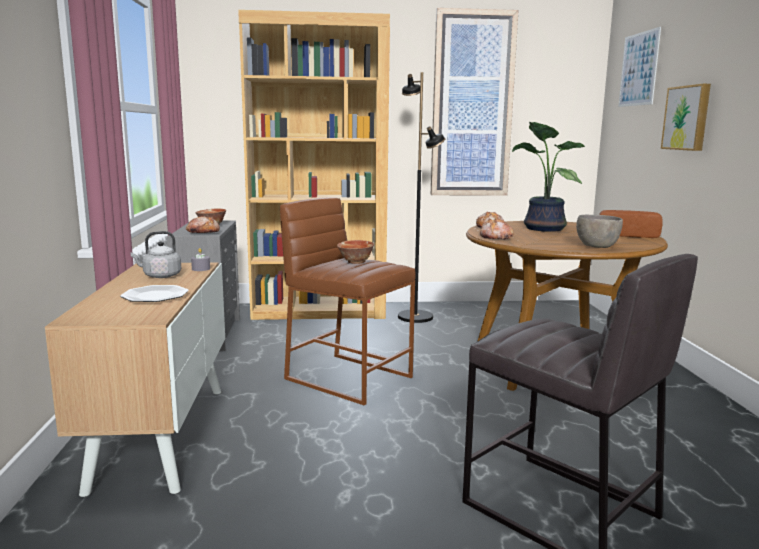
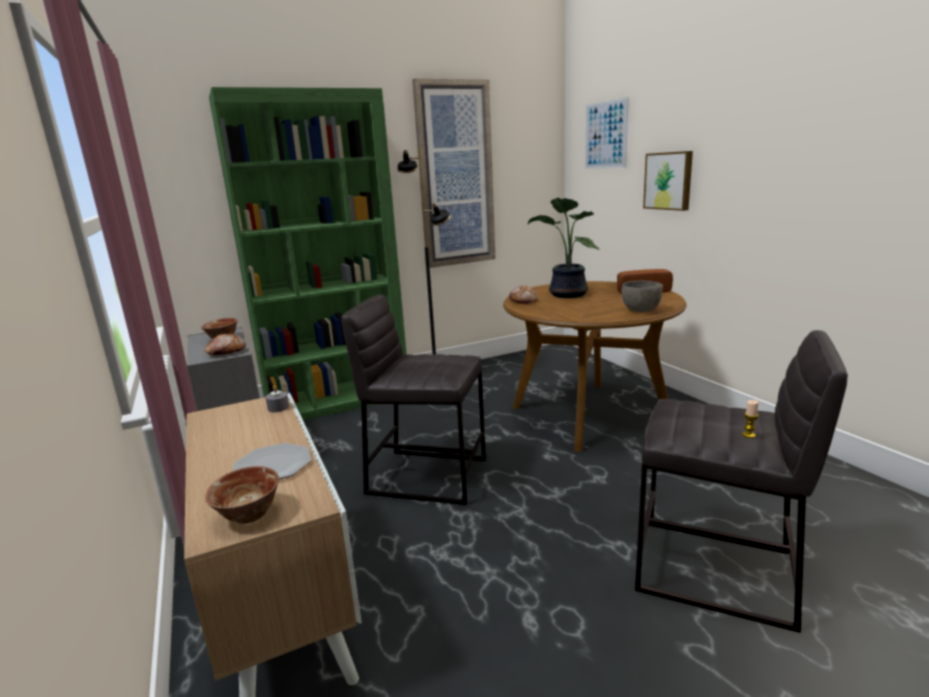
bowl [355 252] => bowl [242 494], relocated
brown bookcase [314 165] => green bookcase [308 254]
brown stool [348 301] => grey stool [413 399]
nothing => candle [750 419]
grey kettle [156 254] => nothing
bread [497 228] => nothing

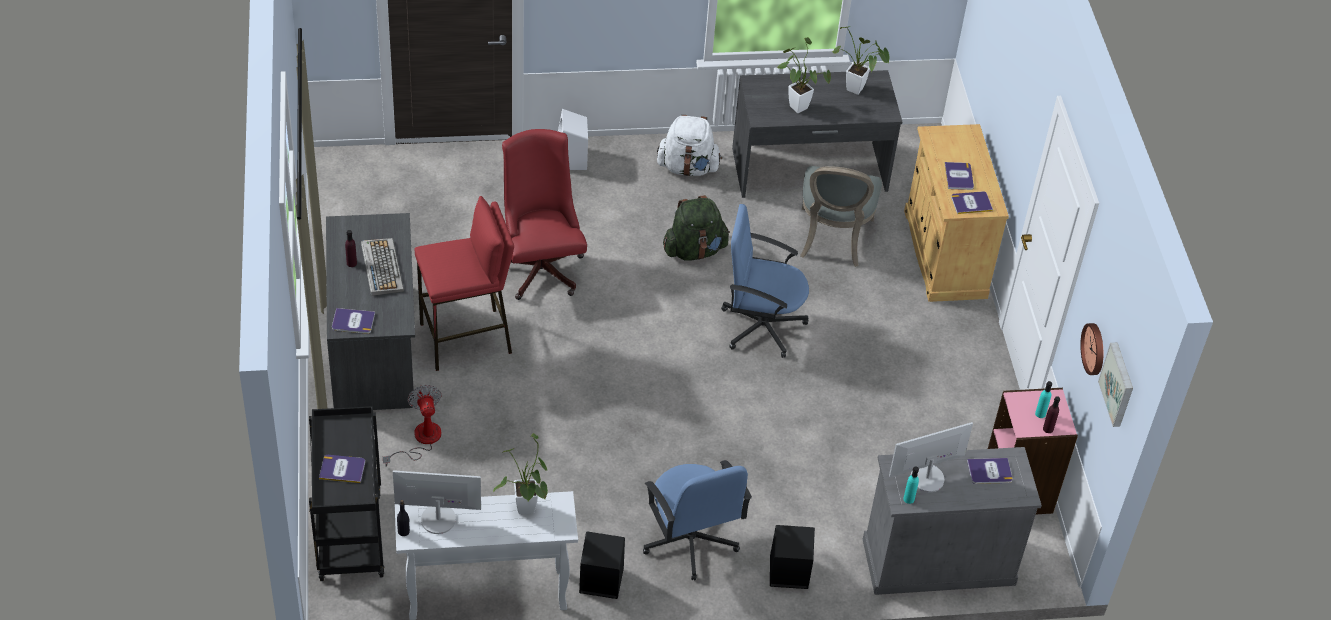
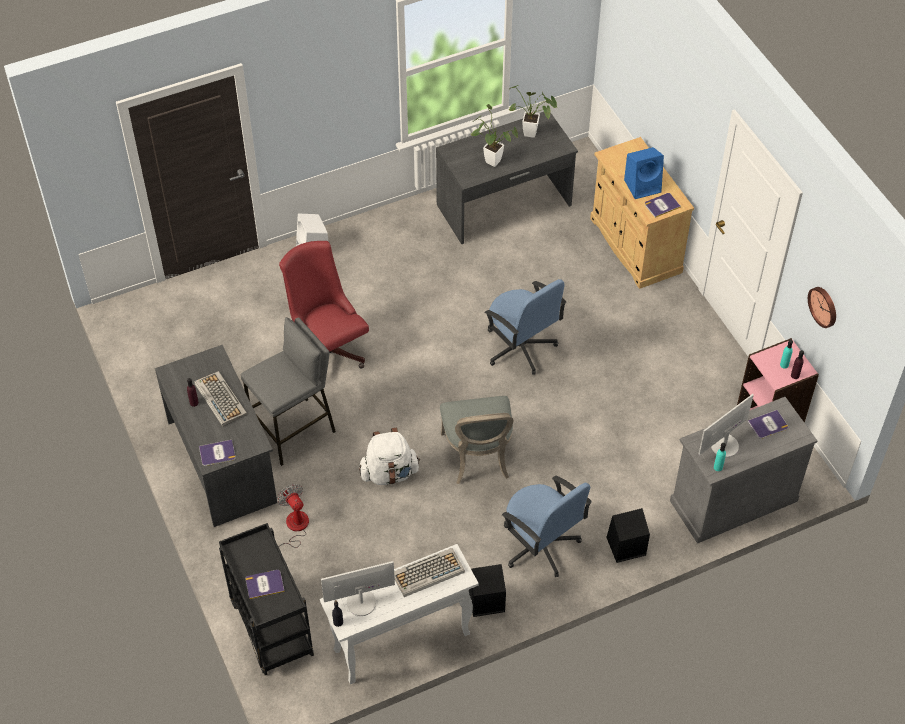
red stool [464 283] => grey stool [288 391]
white backpack [689 145] => white backpack [389 456], relocated
potted plant [520 473] => keyboard [429 572]
grey chair [841 216] => grey chair [477 440], relocated
blue office chair [765 281] => blue office chair [525 326], 120 degrees counterclockwise
book [959 176] => blue speaker [644 173]
green backpack [696 228] => nothing
picture [1115 385] => nothing

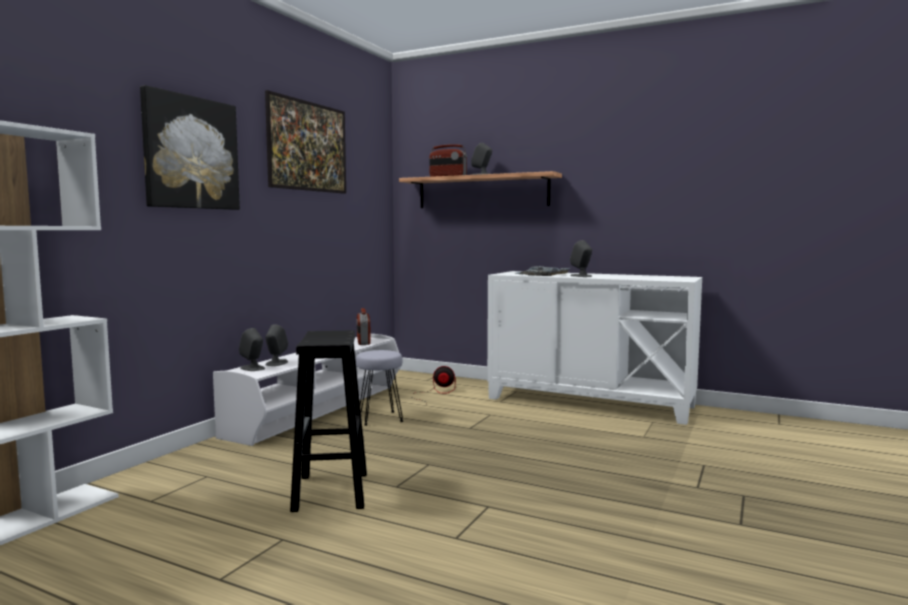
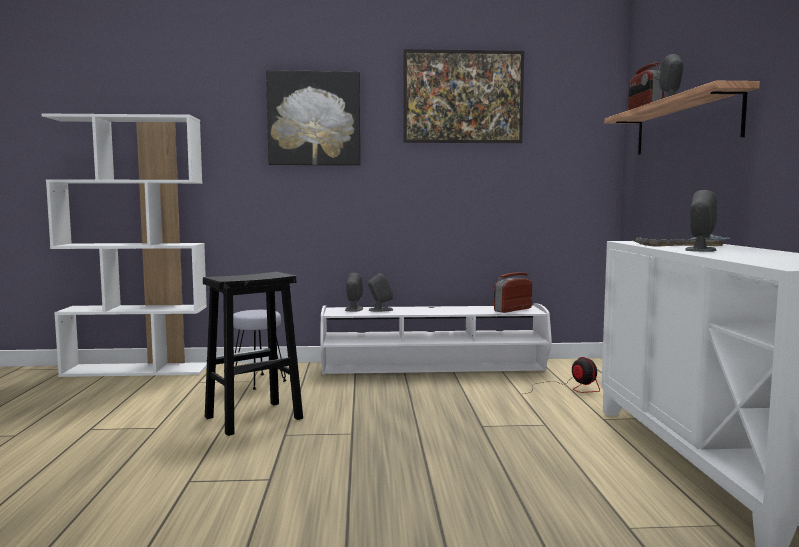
grey stool [379 388] => grey stool [260 350], relocated

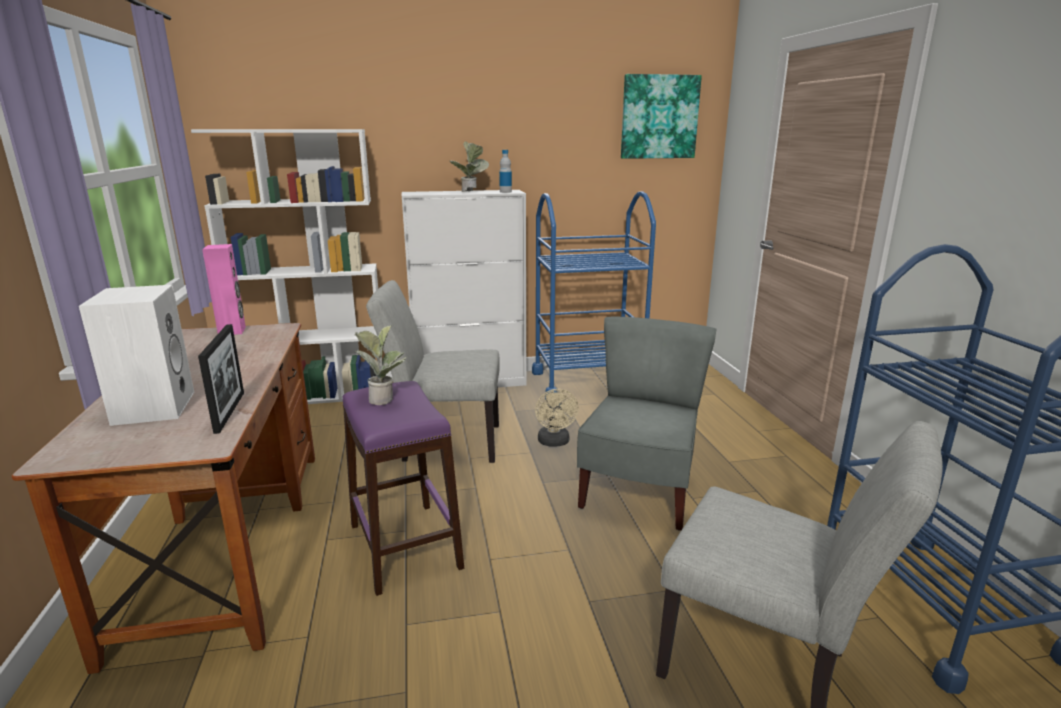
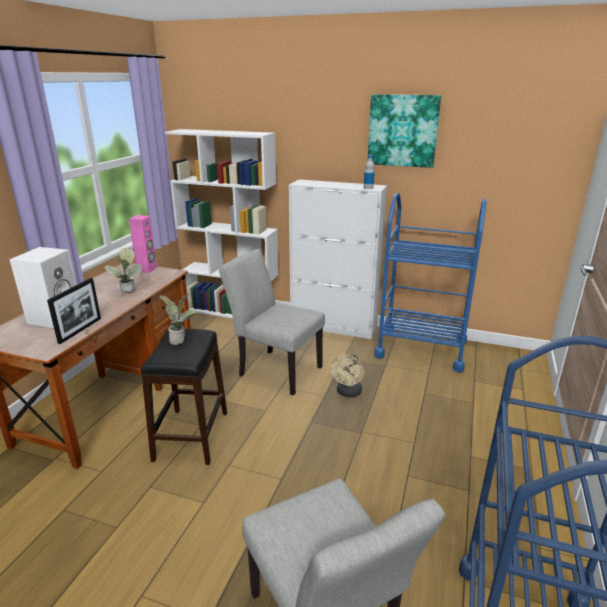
potted plant [469 166] => potted plant [123 270], relocated
purple stool [403 488] => black stool [184 397]
picture [661 116] => picture [404 131], relocated
grey chair [646 424] => nothing

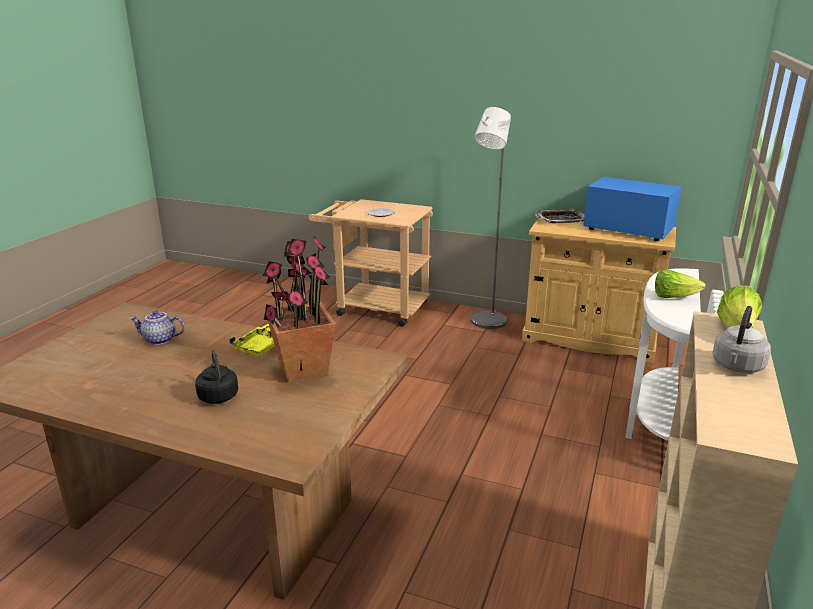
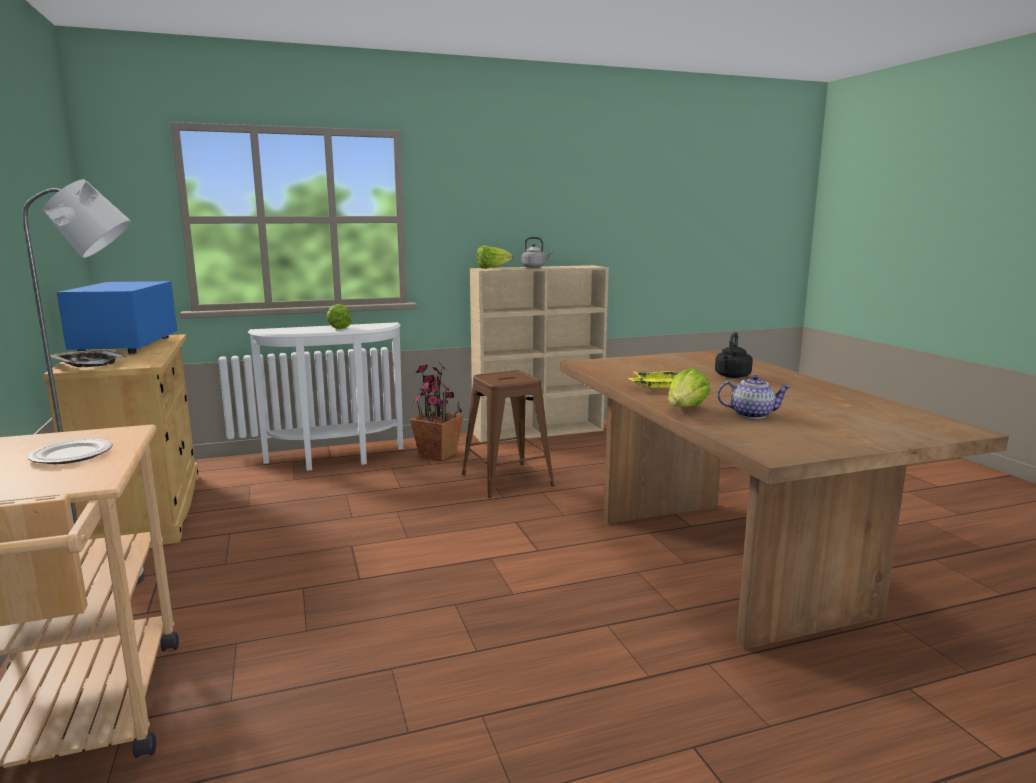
potted plant [299 309] => potted plant [437 411], relocated
nothing => brown stool [508 434]
nothing => lettuce [689 387]
teapot [157 327] => teapot [754 397], 45 degrees counterclockwise

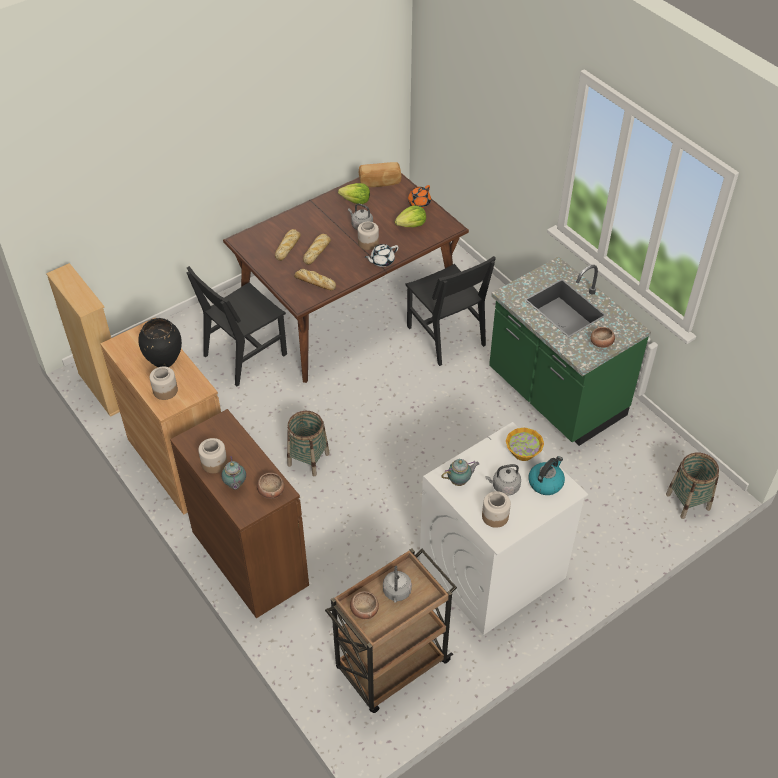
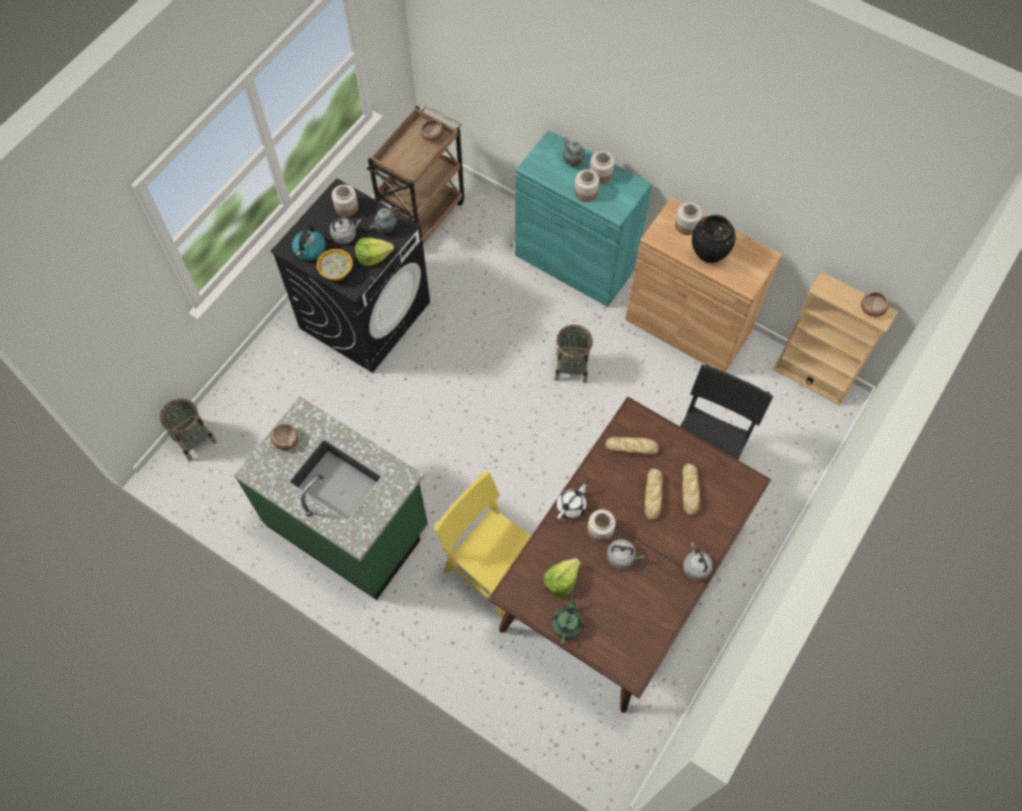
white washing machine [504 528] => black washing machine [350 275]
lettuce [354 193] => lettuce [374 252], relocated
black chair [450 311] => yellow chair [482 545]
brown cabinet [239 513] => turquoise cabinet [583 218]
orange teapot [419 196] => green teapot [567 620]
nothing => jar [586 186]
grey kettle [397 584] => grey kettle [698 561], relocated
bowl [271 486] => bowl [875 304], relocated
bread [380 174] => nothing

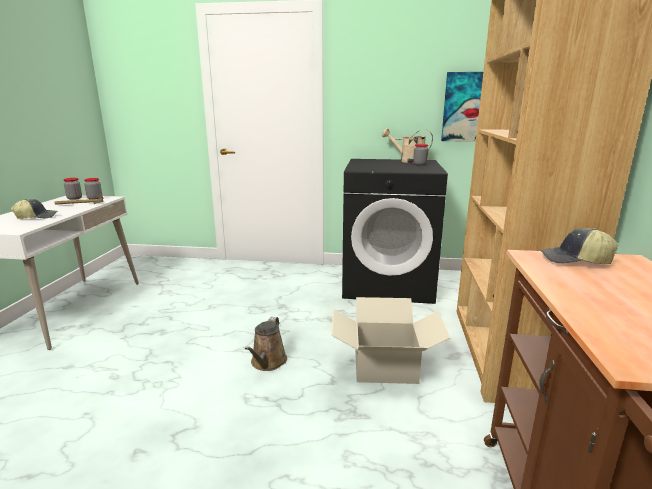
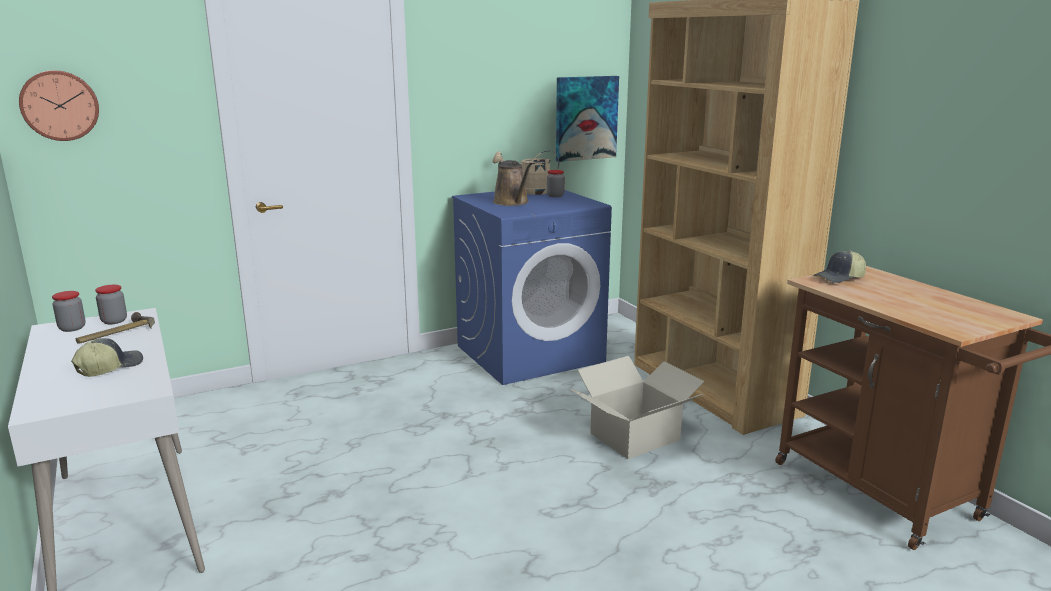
nothing => wall clock [59 105]
black washing machine [395 231] => blue washing machine [532 287]
brown watering can [266 344] => brown watering can [512 183], relocated

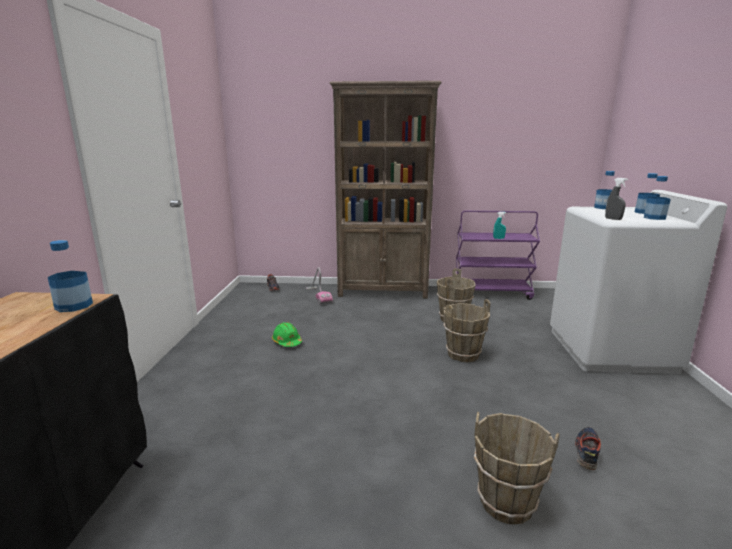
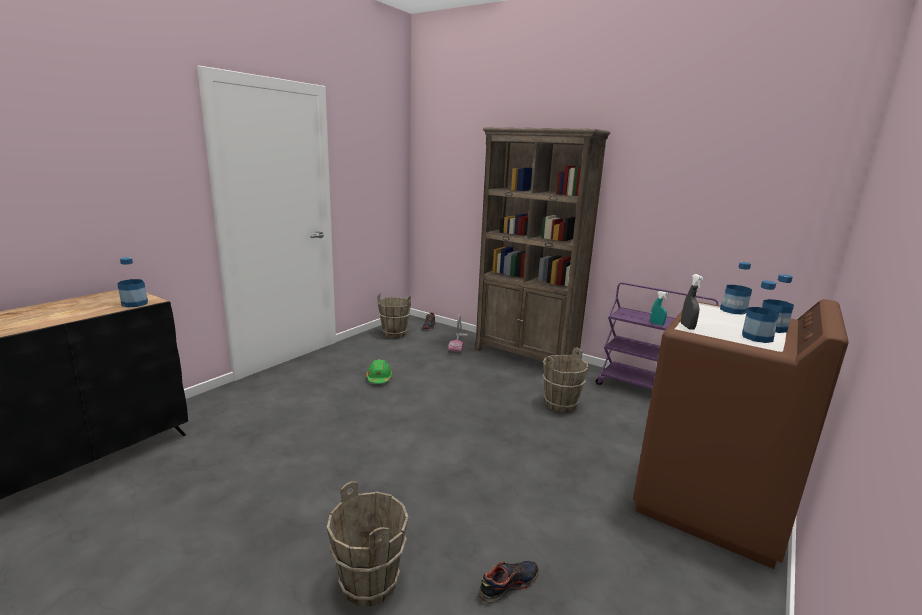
brown bucket [466 330] => brown bucket [394 316], relocated
white washing machine [638 282] => brown washing machine [740 434]

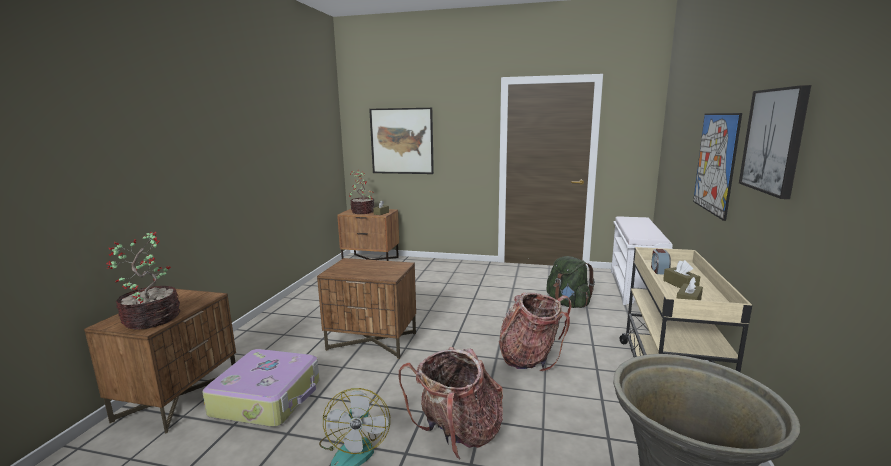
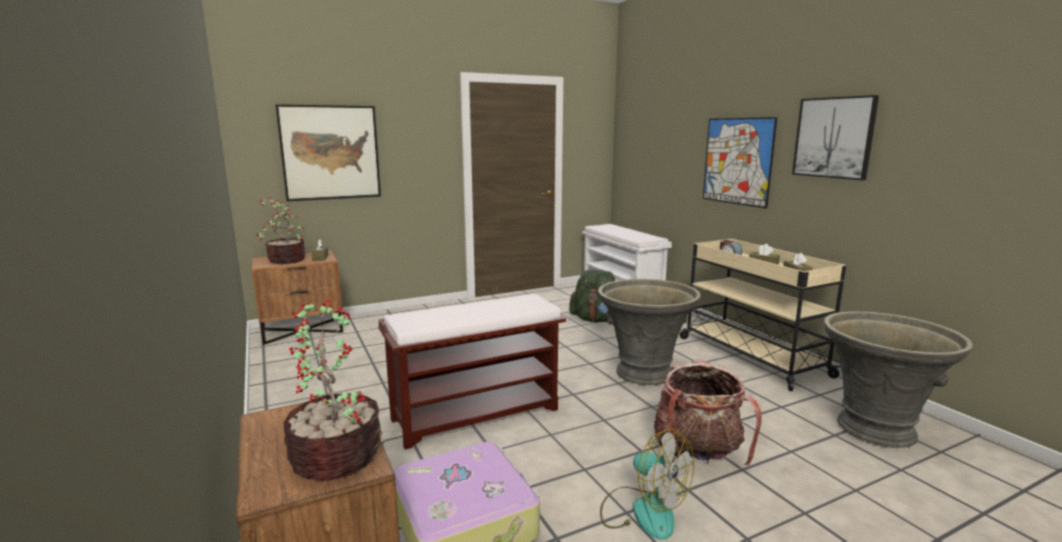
brown nightstand [366 308] => brown bench [472 371]
backpack [535 332] => grey planter [649 332]

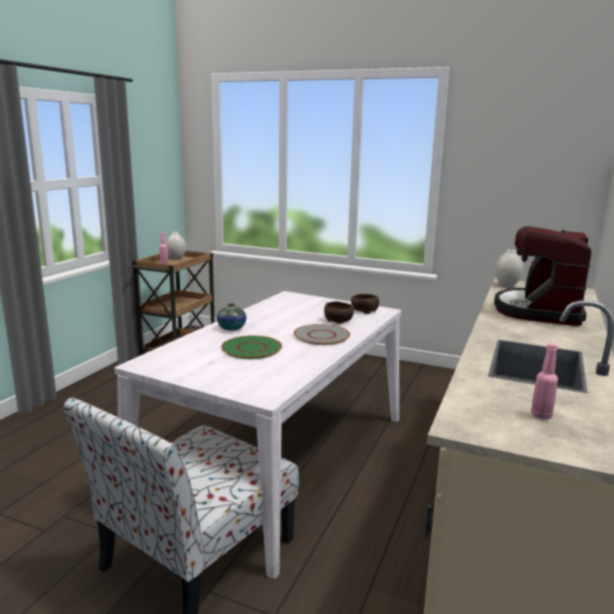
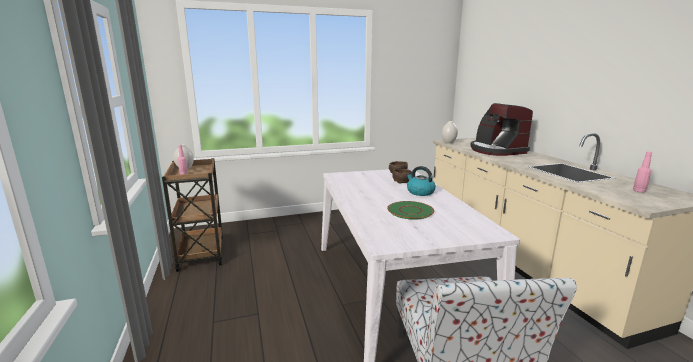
grey plate [322 334] => kettle [421 181]
vase [231 317] => nothing

